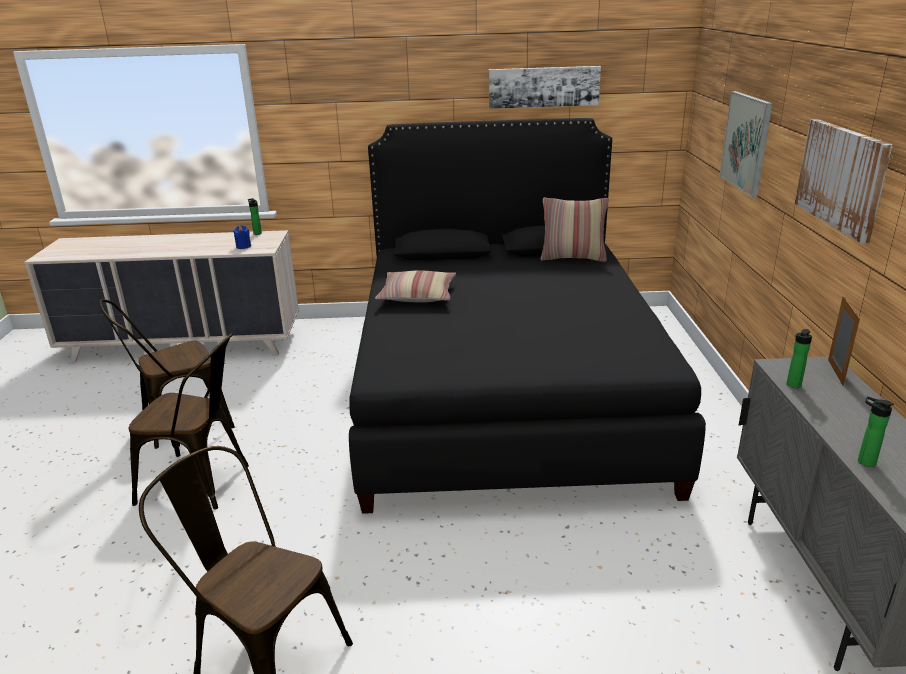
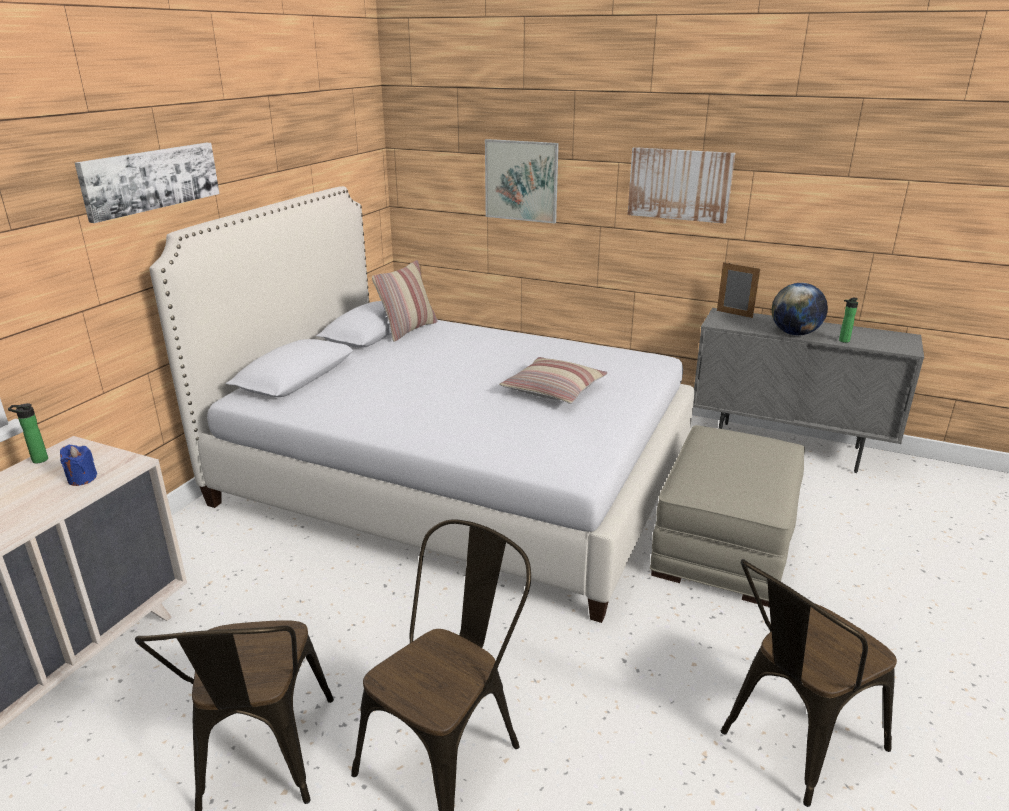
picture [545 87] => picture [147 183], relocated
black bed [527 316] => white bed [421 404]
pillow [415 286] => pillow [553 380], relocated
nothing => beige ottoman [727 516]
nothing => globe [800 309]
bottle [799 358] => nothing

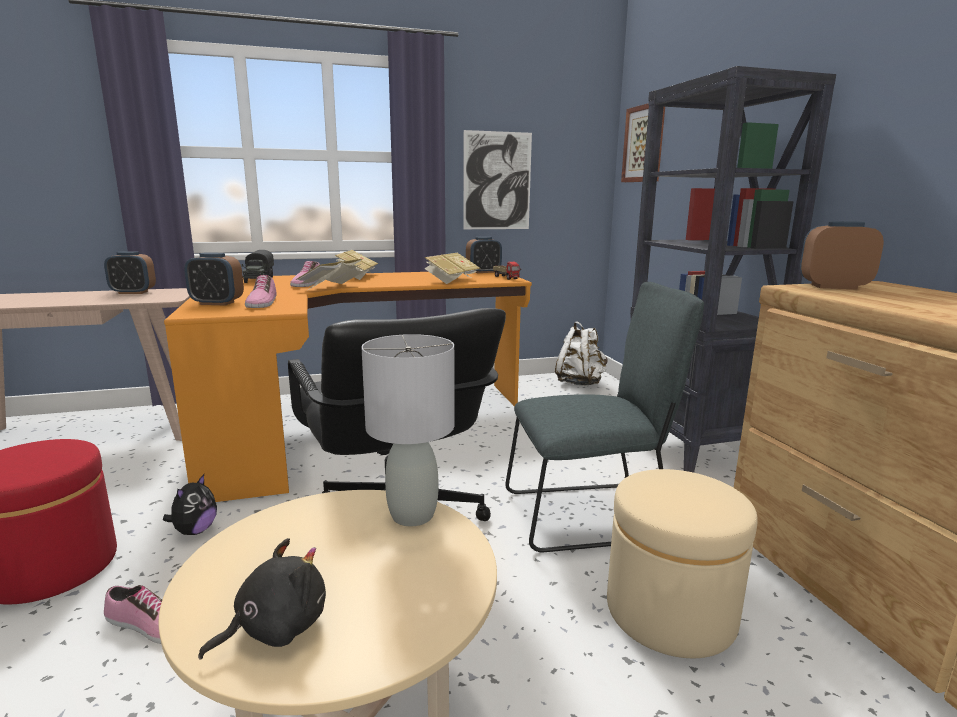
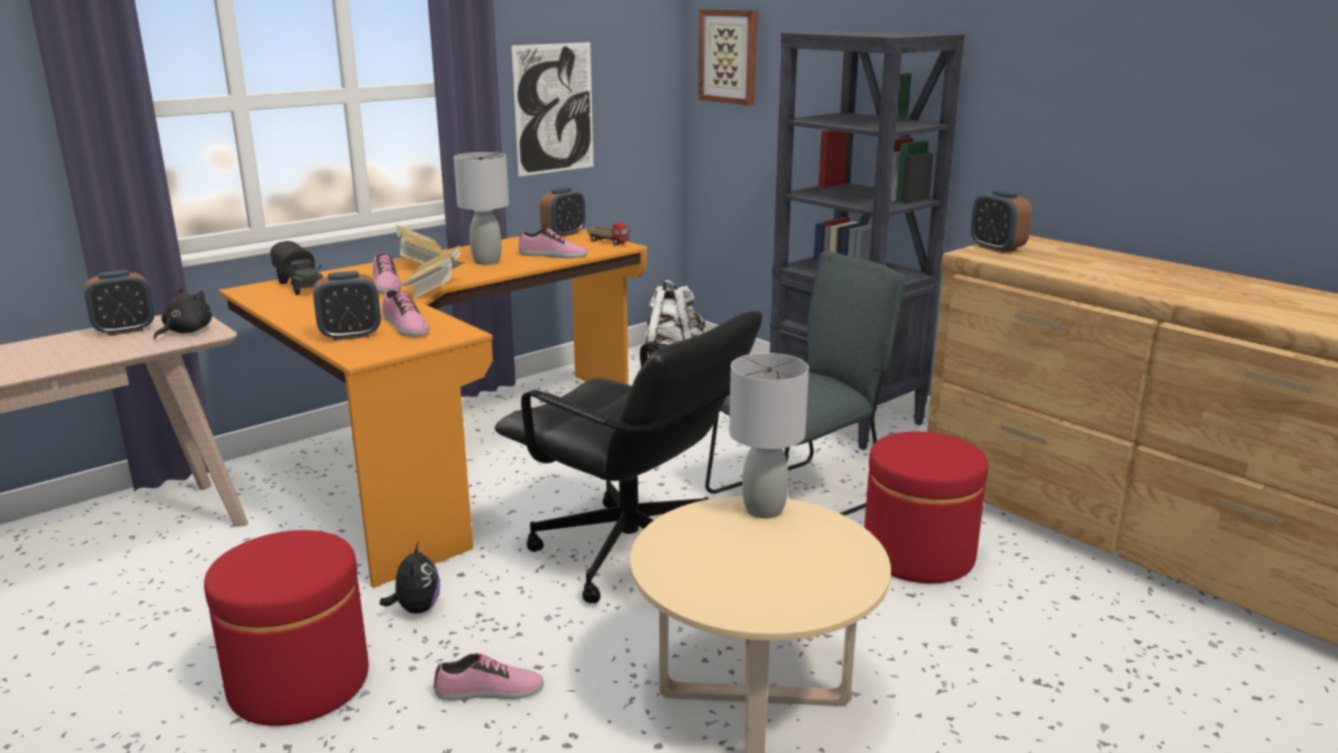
black plush toy [262 599] => black plush toy [183 313], relocated
nothing => grey table lamp [481 208]
book [452 268] => shoe [553 243]
beige ottoman [682 563] => red ottoman [926 507]
alarm clock [842 255] => alarm clock [1001 221], 105 degrees counterclockwise

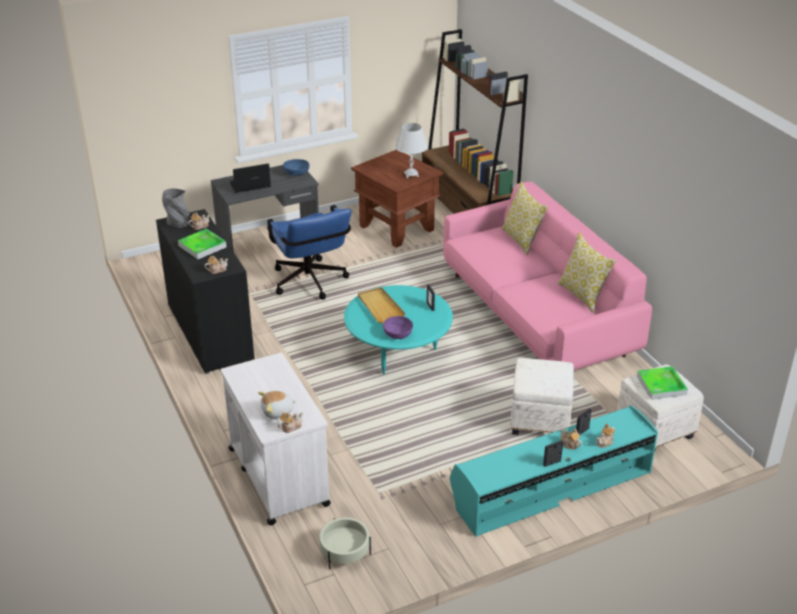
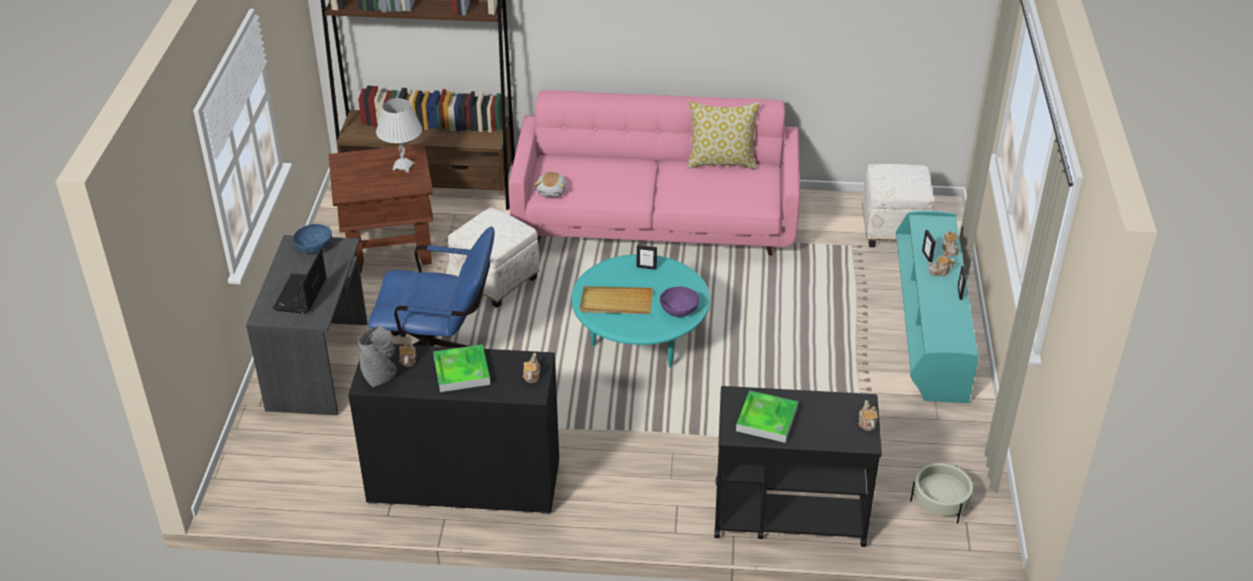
white ottoman [542 396] => white ottoman [493 257], relocated
plush toy [277 405] => plush toy [550 184], relocated
white cart [276 438] => black cart [798 466]
tray [662 383] => tray [767 417], relocated
pillow [524 218] => nothing

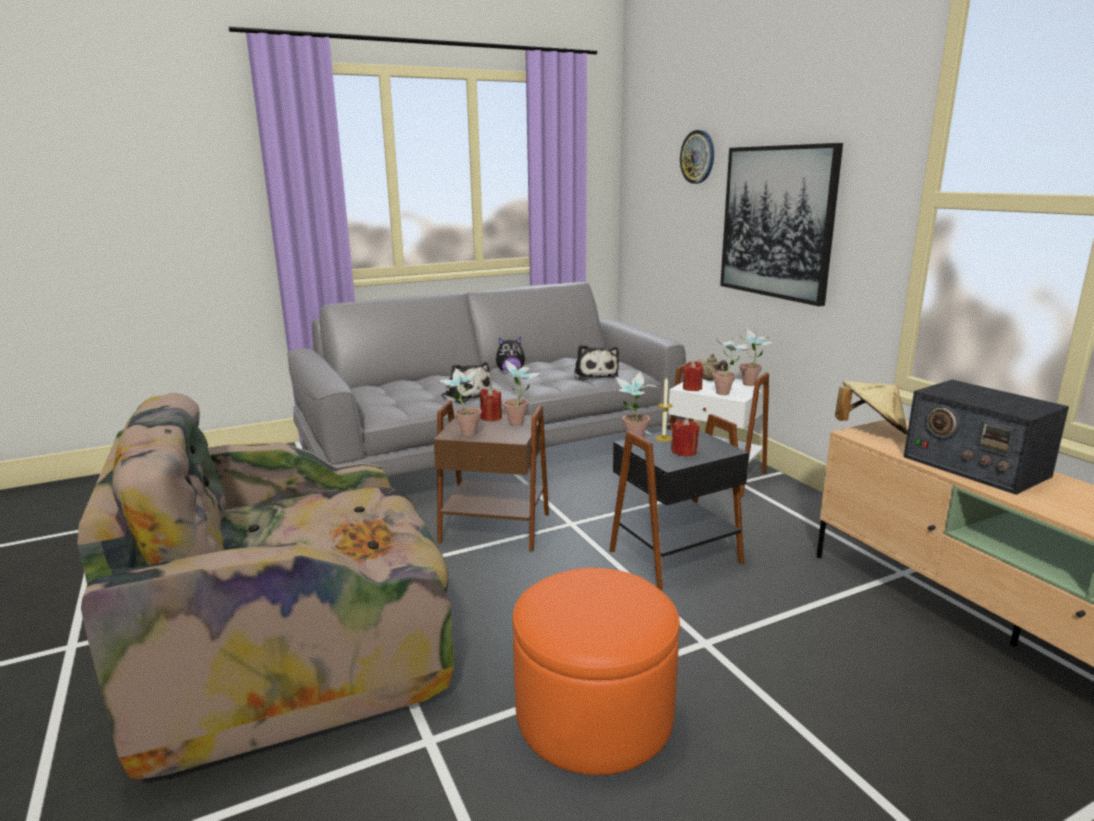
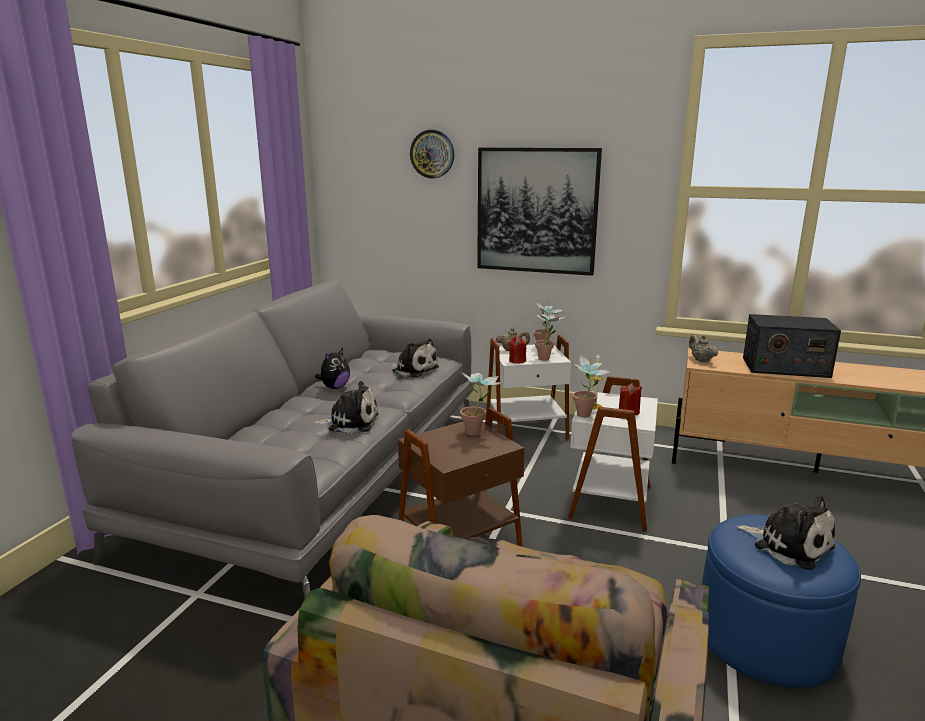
black side table [679 502] => white side table [613 454]
beige hat [871 407] => beige teapot [703 348]
orange ottoman [596 671] => blue ottoman [781 601]
nothing => plush toy [786 532]
potted plant [459 402] => nothing
red candle [491 404] => nothing

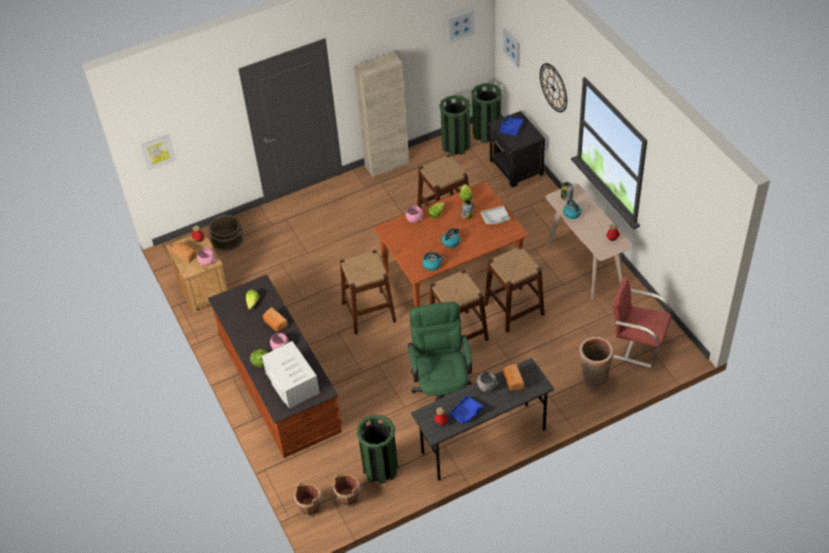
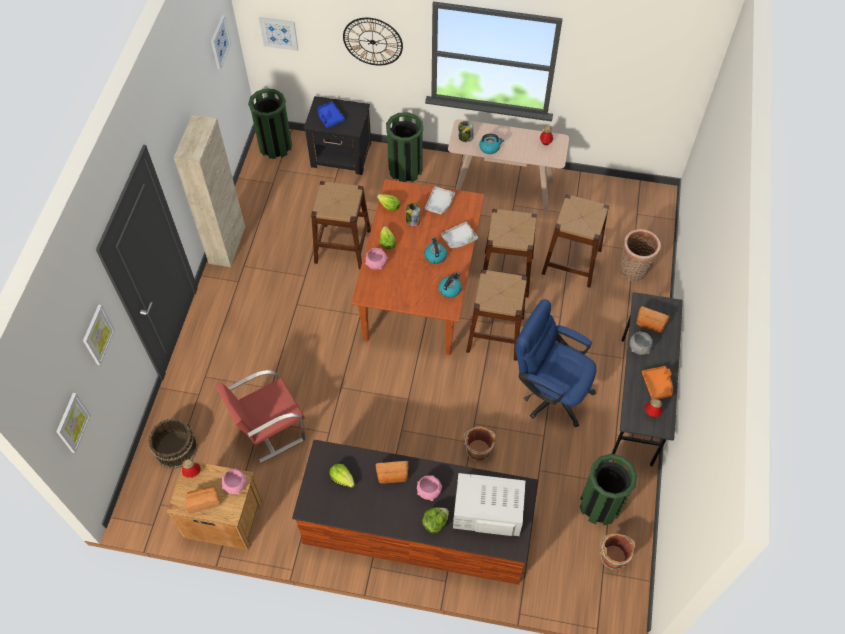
nothing => picture [99 335]
red chair [642 322] => red chair [260 416], relocated
green trash can [455 125] => green trash can [404 147], relocated
nothing => grey tray [459 235]
brown bucket [308 500] => brown bucket [479 444], relocated
green office chair [440 351] => blue office chair [556 363]
brown stool [368 292] => brown stool [575 241], relocated
blue tray [466 410] => orange tray [657 382]

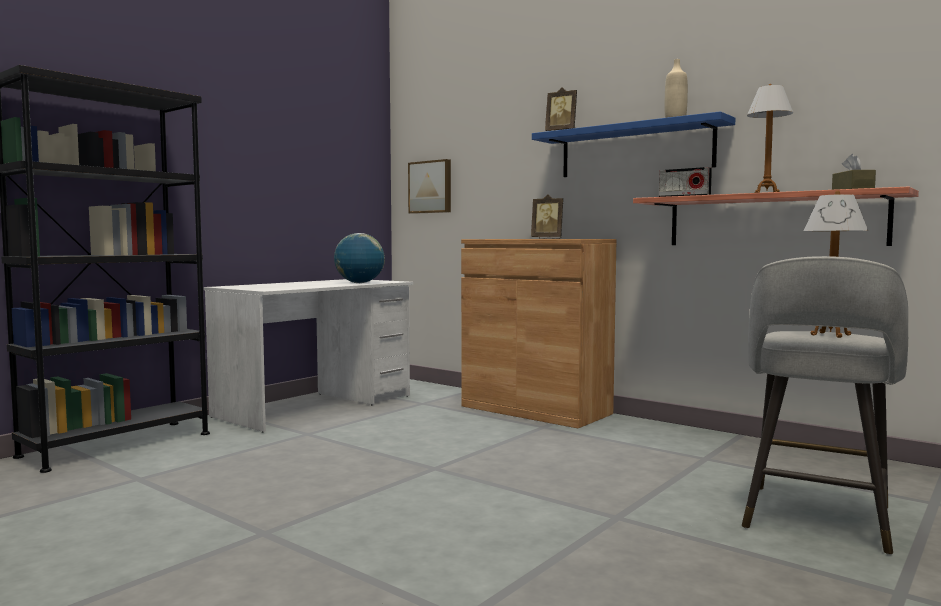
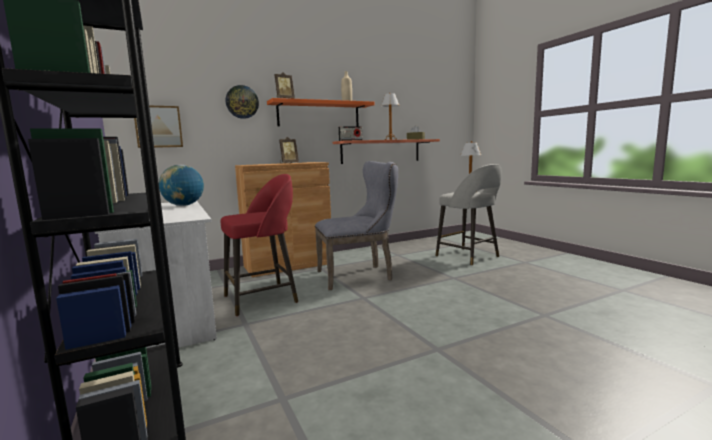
nothing => red stool [259 245]
nothing => wall clock [242 102]
blue shelf [633 144] => orange shelf [320 112]
nothing => grey chair [356 225]

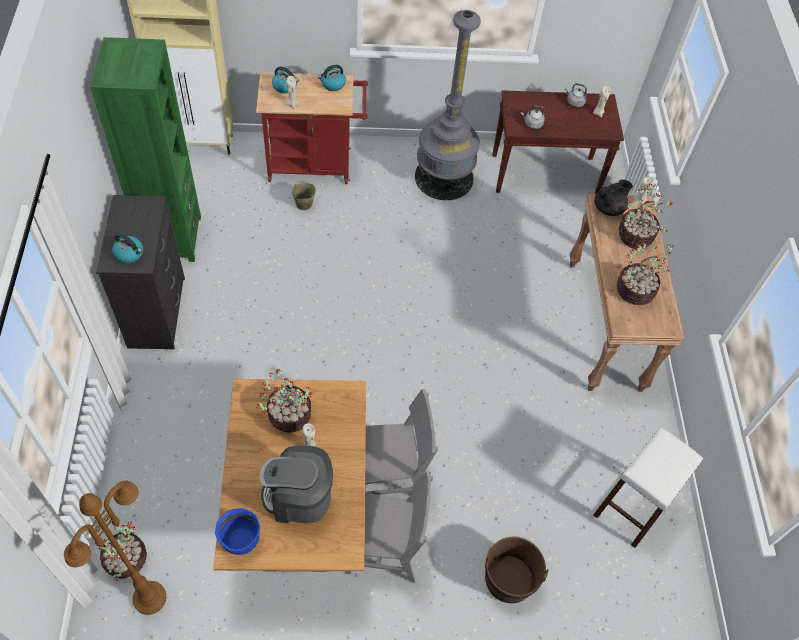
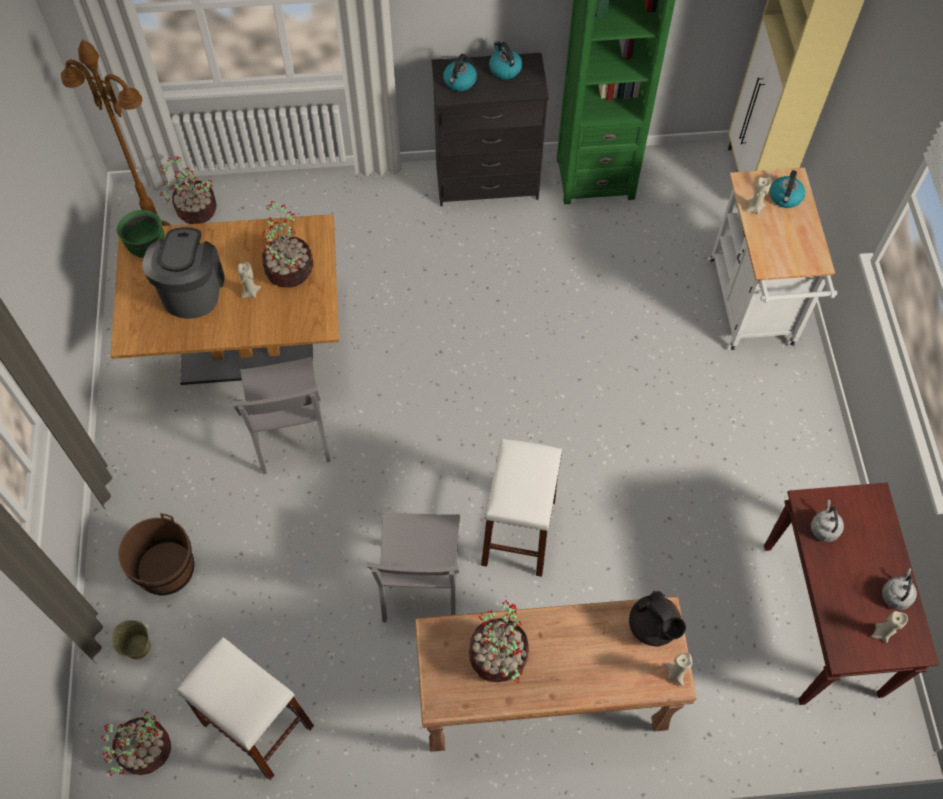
potted plant [646 216] => potted plant [136 744], relocated
beige bucket [304 195] => beige bucket [131 639], relocated
blue cooking pot [237 531] => green cooking pot [140 234]
grey chair [389 527] => grey chair [413 567], relocated
nothing => white stool [521 507]
kettle [332 78] => kettle [505 60], relocated
red cart [312 128] => white cart [772 259]
grey floor lamp [448 105] => nothing

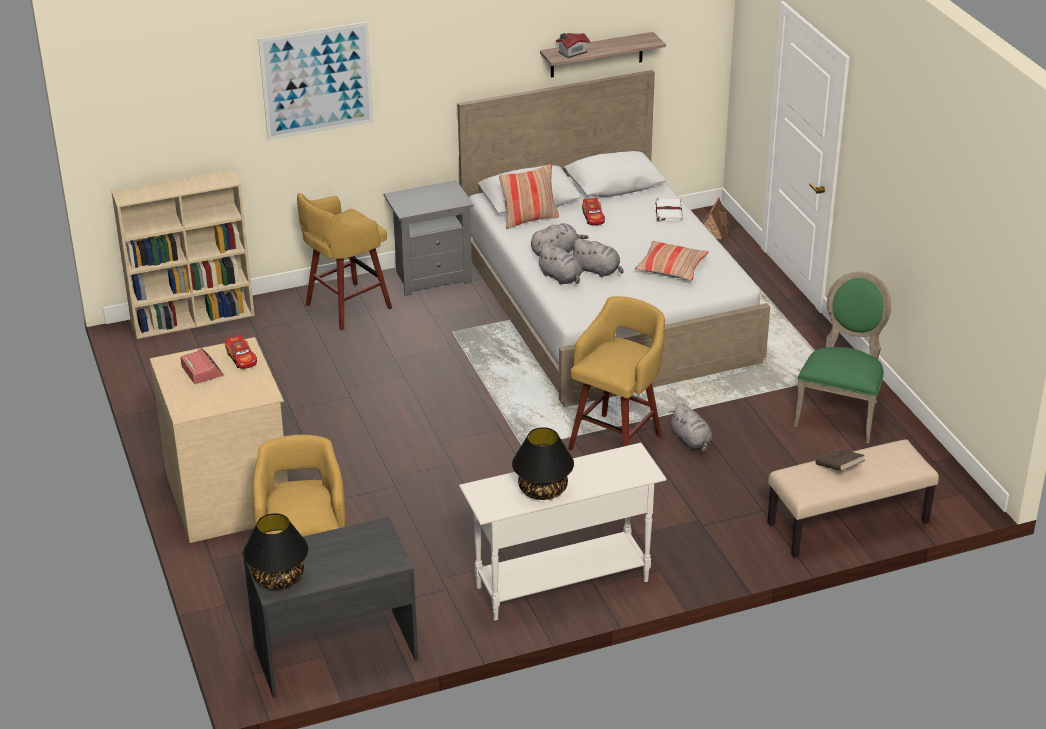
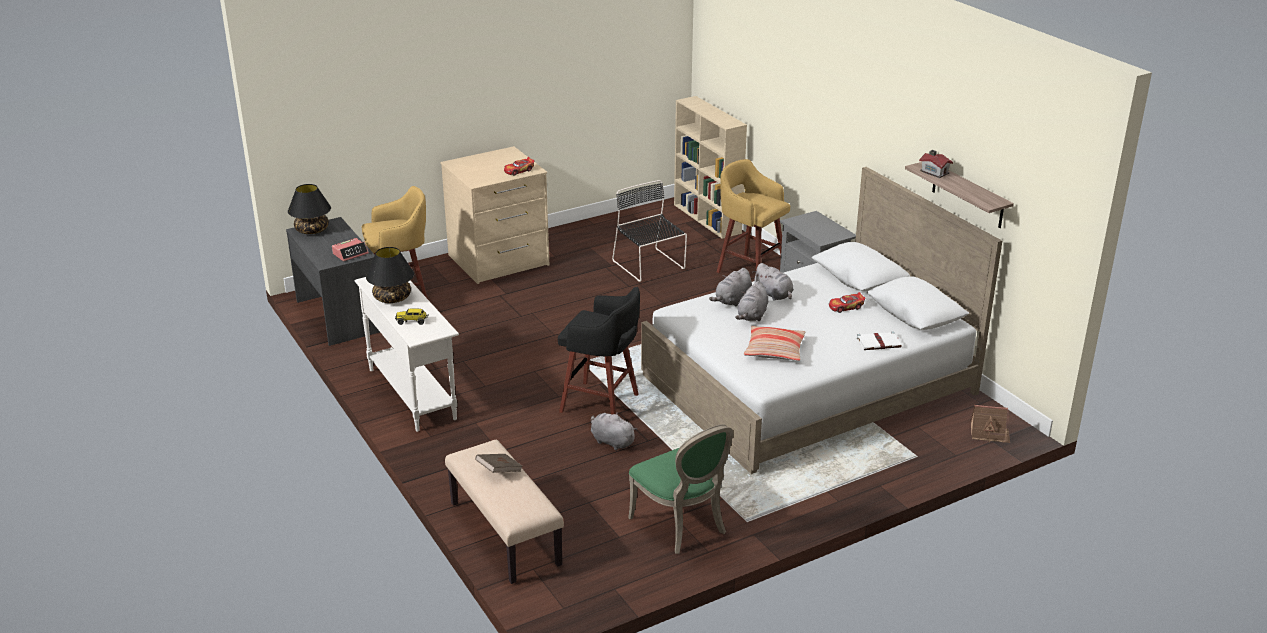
alarm clock [201 366] => alarm clock [350 249], relocated
nothing => toy truck [412 316]
yellow stool [616 373] => black stool [599 351]
grey plush toy [691 428] => grey plush toy [614 431], 75 degrees clockwise
nothing => black chair [649 231]
green chair [842 357] => green chair [680 489], 45 degrees clockwise
picture [315 81] => nothing
pillow [529 196] => nothing

